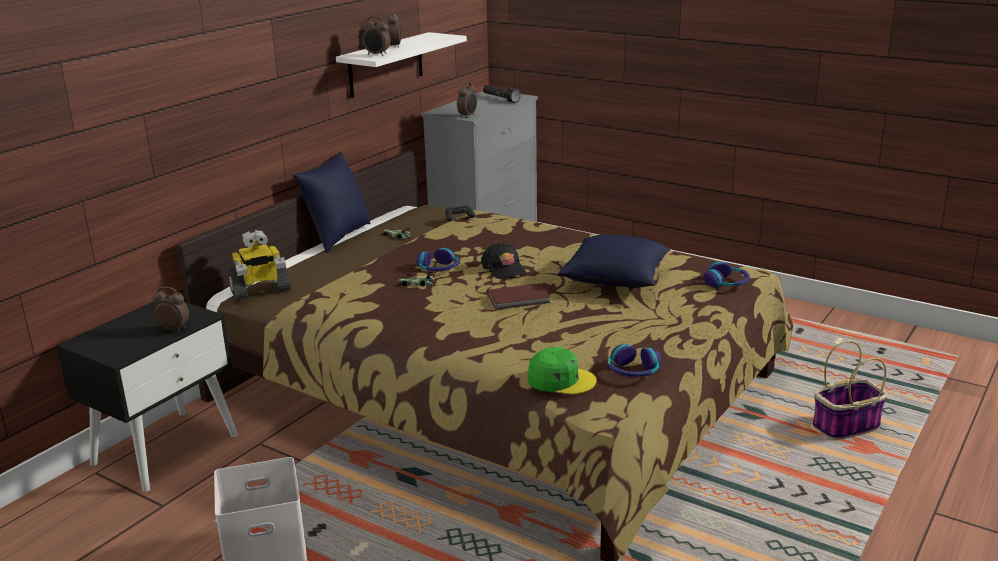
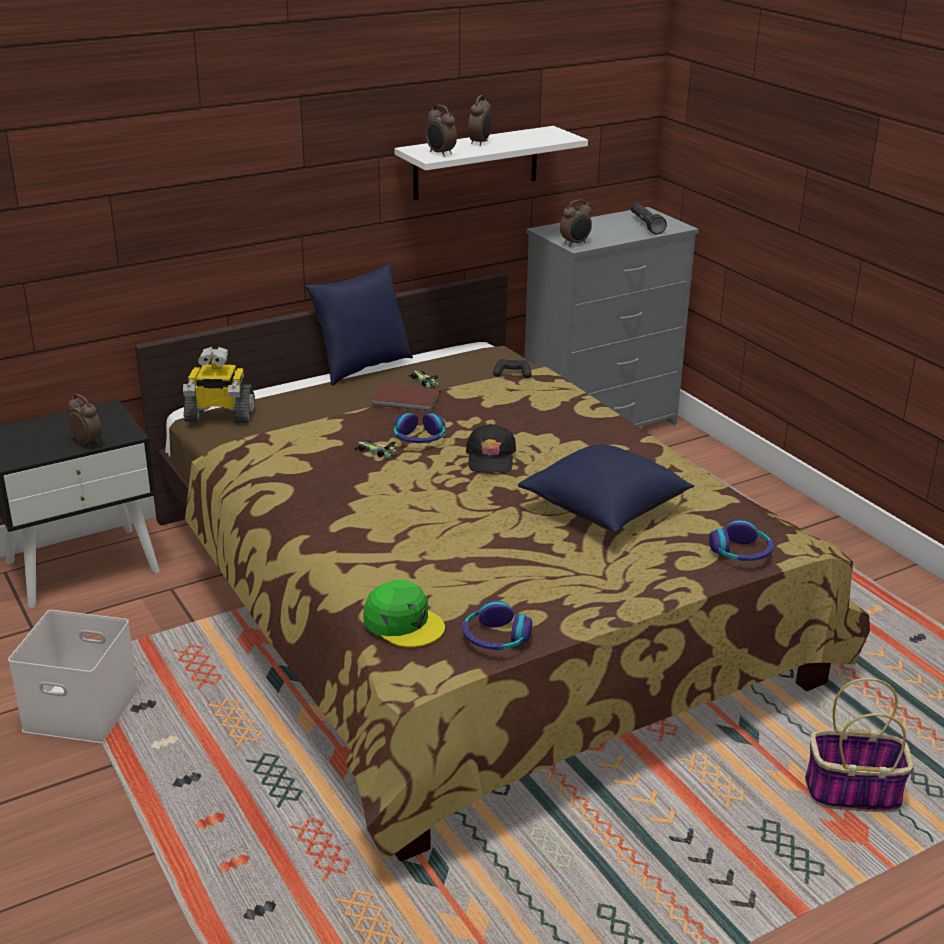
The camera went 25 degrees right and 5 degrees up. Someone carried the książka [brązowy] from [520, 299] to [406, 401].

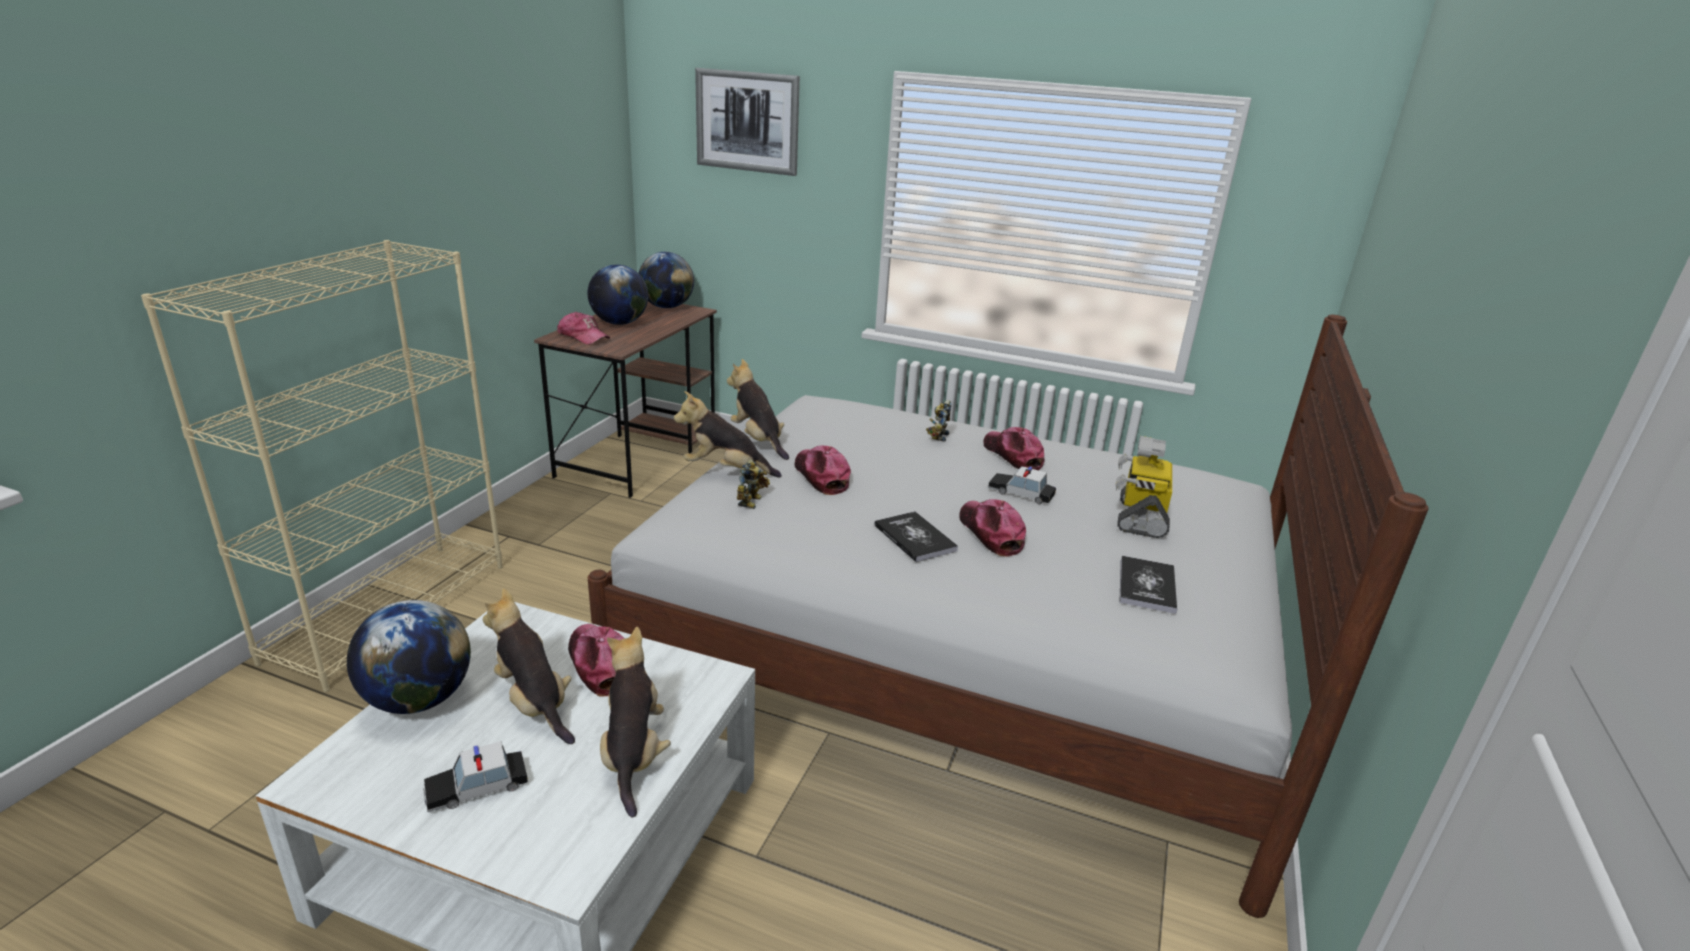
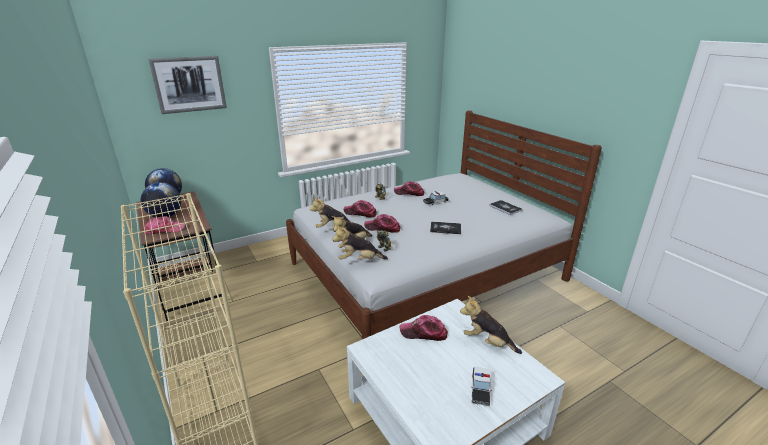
The camera went 50 degrees left and 0 degrees up. Someone took away the robot zabawkowy at [1140, 517]. Someone carried the czapka z daszkiem from [990, 533] to [360, 213]. Someone carried the pluszak from [534, 703] to [359, 260]. Someone took away the globus at [419, 699].

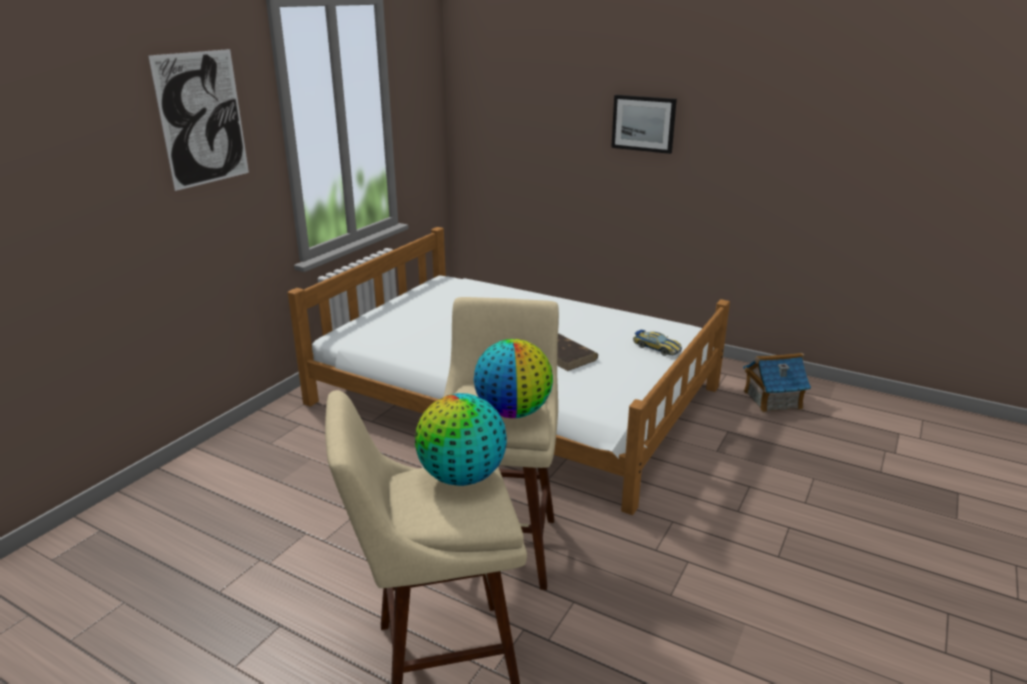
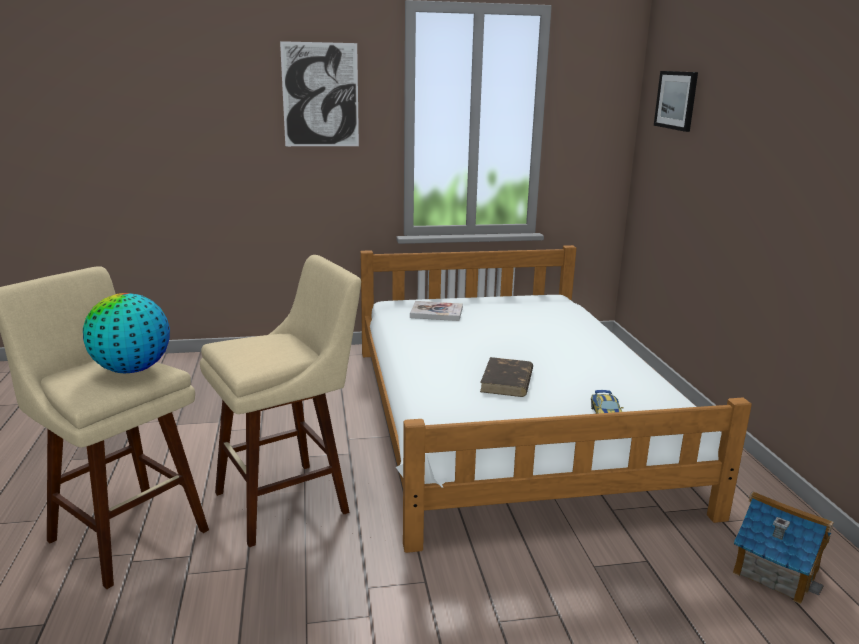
The camera went 50 degrees right and 5 degrees down. Someone carried the obraz from [643, 123] to [676, 100]. Someone took away the globus at [513, 412]. Someone put down the książka at [436, 313].

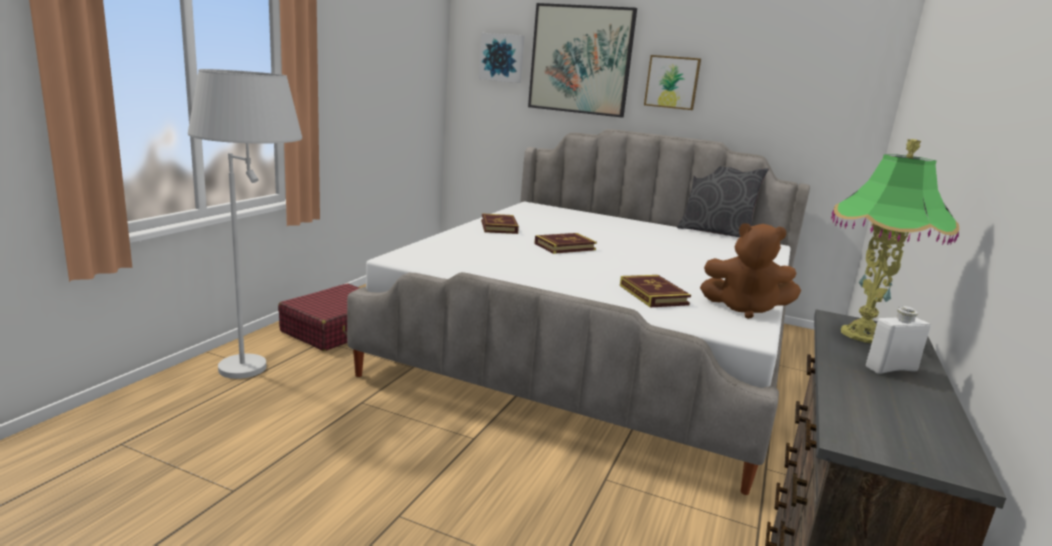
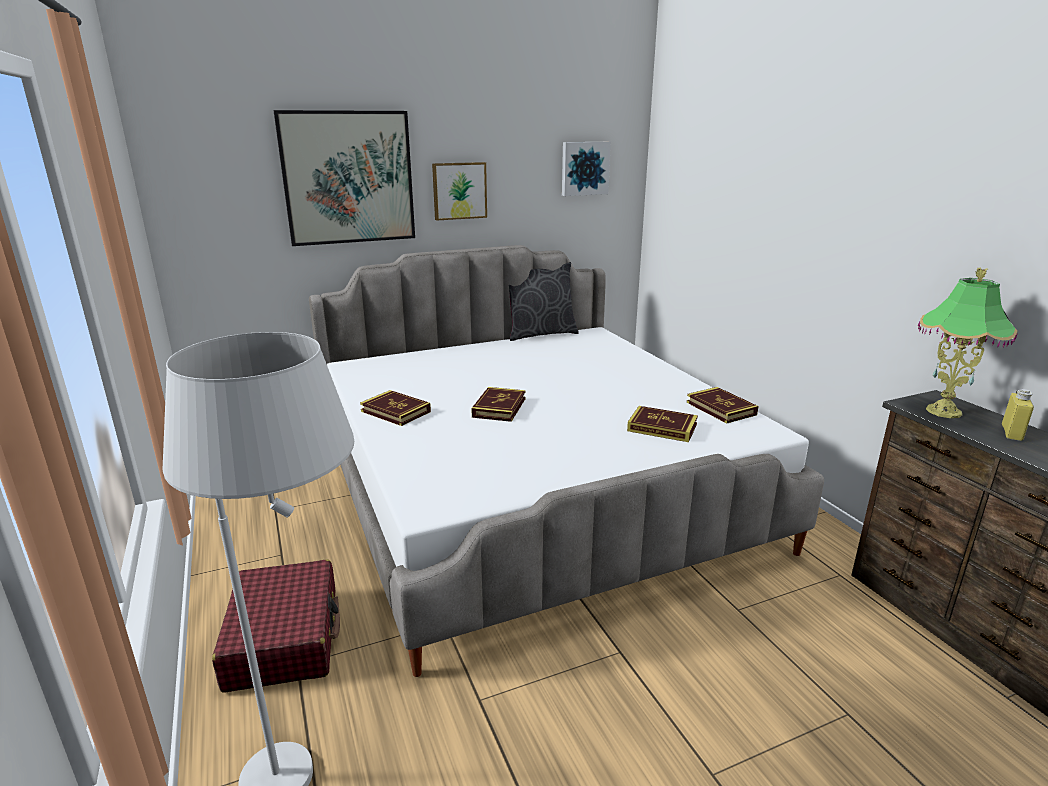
The camera went 45 degrees left and 5 degrees up. Someone carried the obraz from [502, 58] to [584, 168]. Someone swapped the pluszak [brązowy] at [744, 309] for the książka at [721, 408]. Someone repainted the butelka [biały] at [891, 369], which became the butelka [żółty] at [1011, 433].

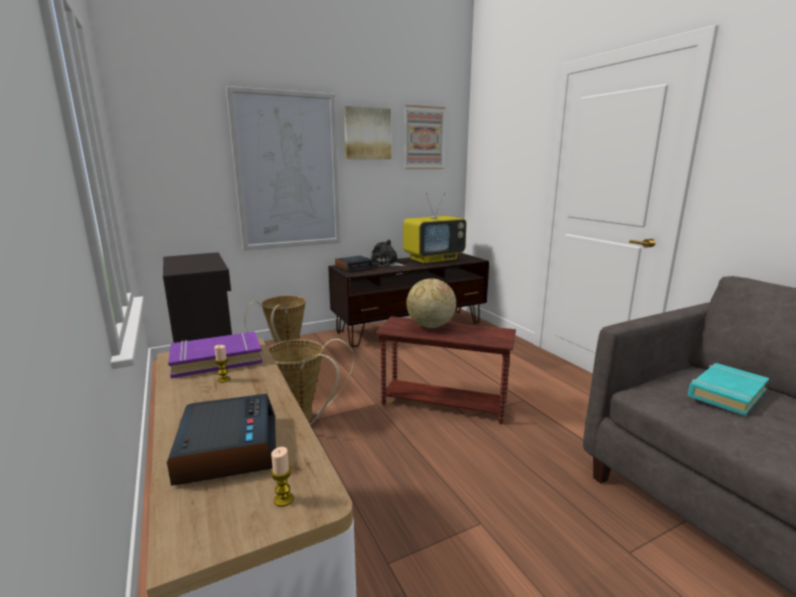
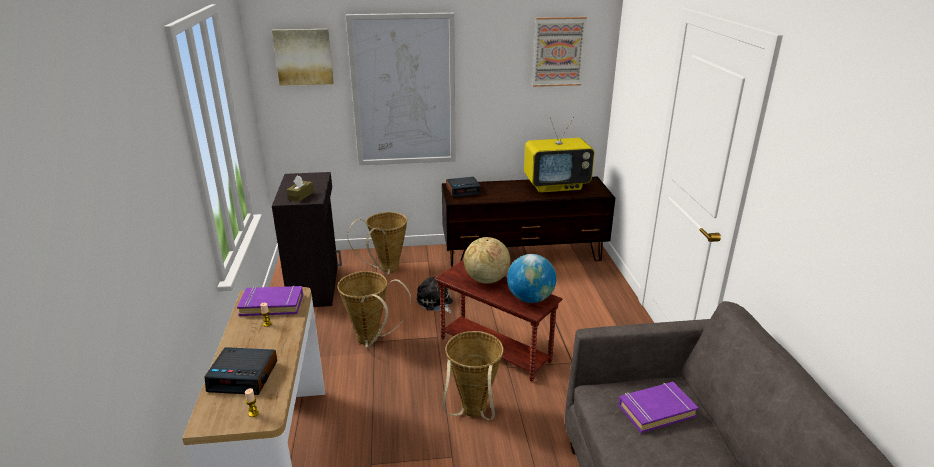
The camera went 20 degrees right and 10 degrees up. Someone carried the obraz from [367, 133] to [303, 56]. Someone carried the pluszak from [387, 263] to [435, 302]. Someone repainted the książka [turkusowy] at [726, 393], which became the książka [fioletowy] at [656, 410]. Someone rotated the budzik at [227, 448] by 90 degrees clockwise. Someone put down the pudełko chusteczek [brązowy] at [301, 196]. Someone put down the globus at [530, 298]. Someone put down the koszyk at [472, 414].

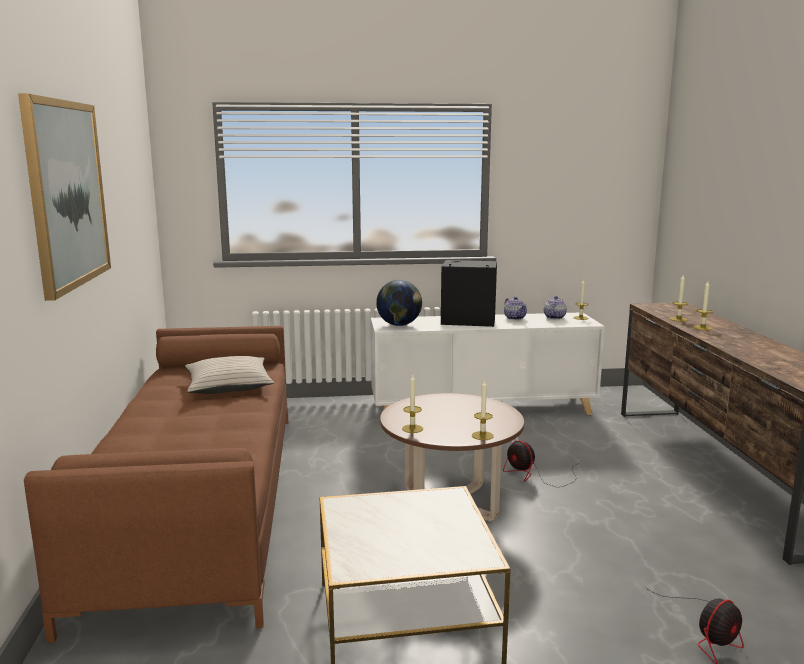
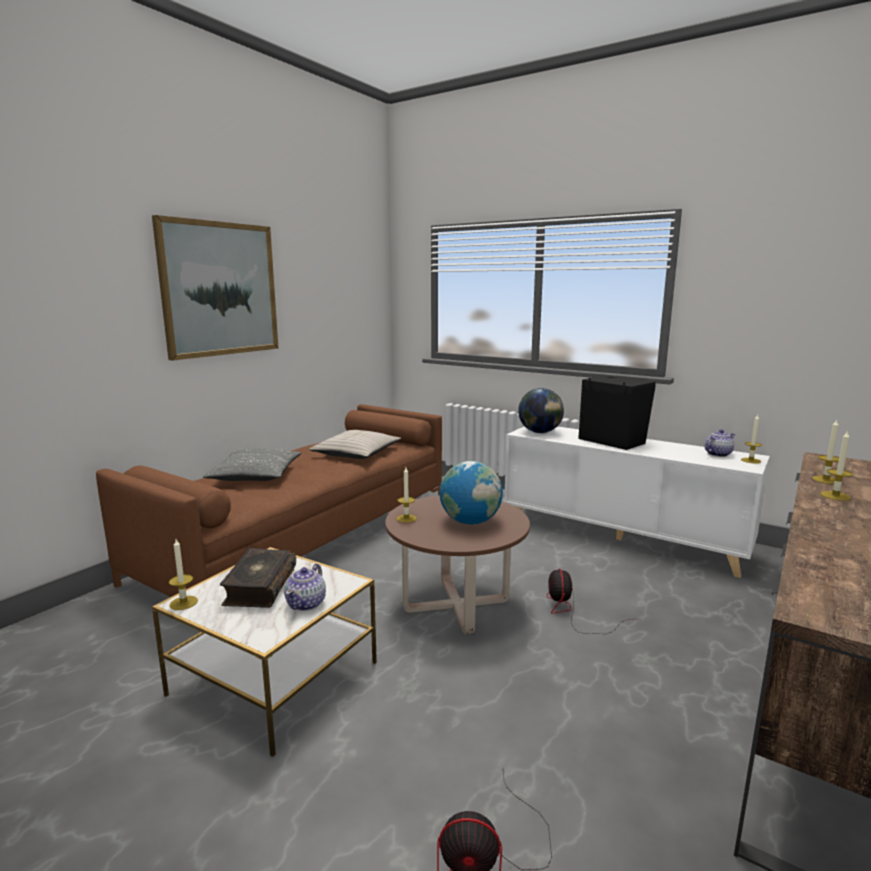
The camera went 40 degrees right and 0 degrees up. Someone carried the imbryk from [515, 318] to [306, 603]. Someone carried the świeca from [482, 435] to [183, 603]. Someone put down the poduszka [szary] at [255, 475]. Someone put down the globus at [470, 521]. Someone put down the książka at [259, 587].

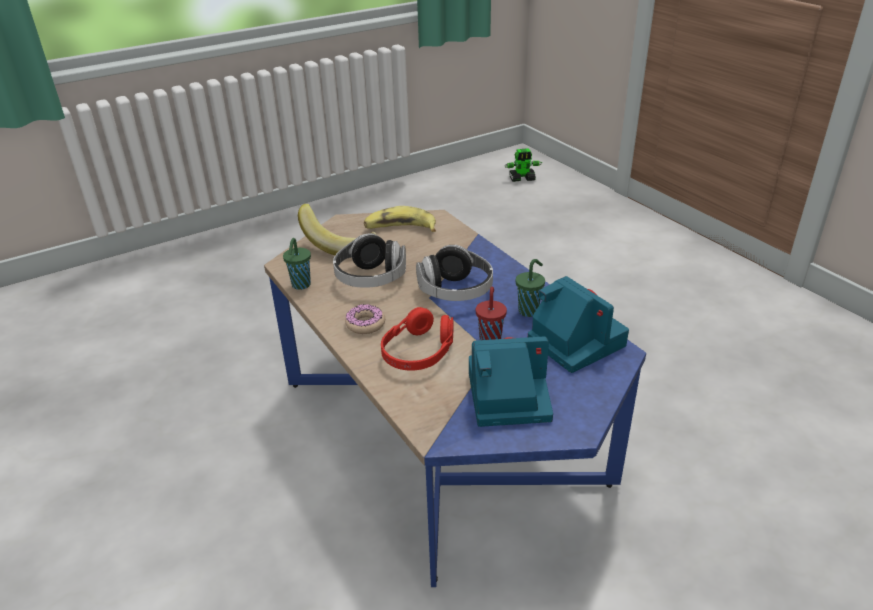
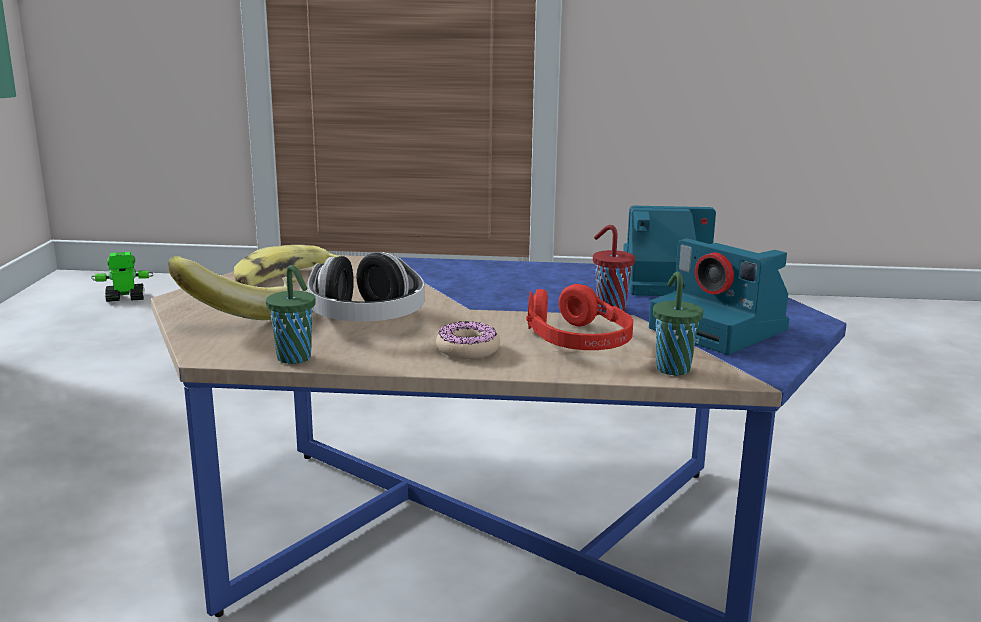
The camera went 55 degrees left and 15 degrees down. Someone rotated the robot zabawkowy at [522, 179] by 135 degrees counterclockwise. Someone took away the słuchawki at [455, 291]. Someone carried the filiżanka [zielony] from [529, 311] to [672, 368]. Someone rotated the aparat fotograficzny at [506, 397] by 75 degrees counterclockwise.

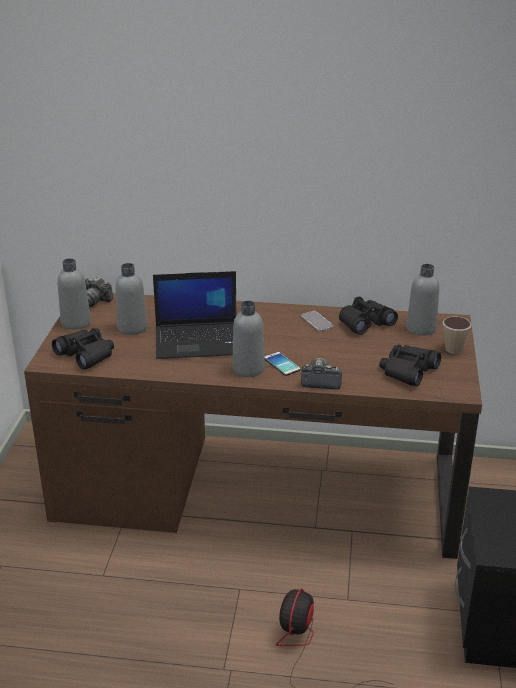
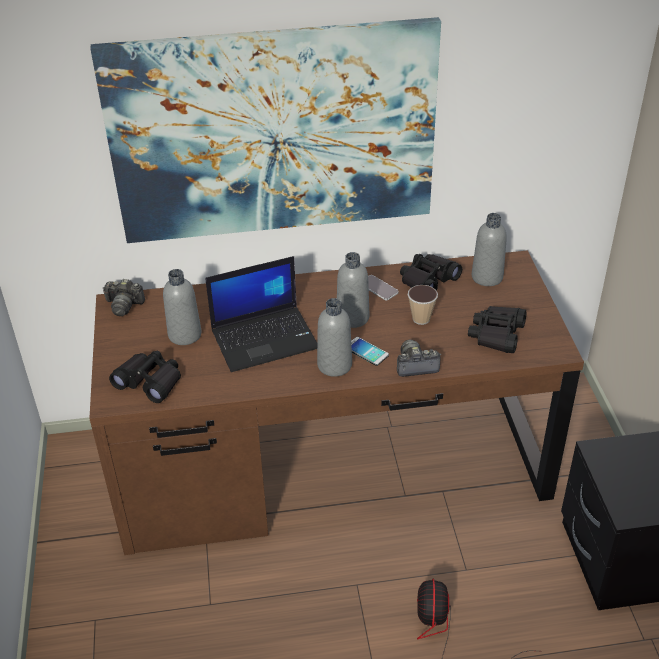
The camera went 15 degrees left and 10 degrees up. Someone carried the butelka [szary] from [76, 323] to [352, 317]. Someone carried the filiżanka from [453, 349] to [421, 319]. Someone put up the obraz at [274, 133].

